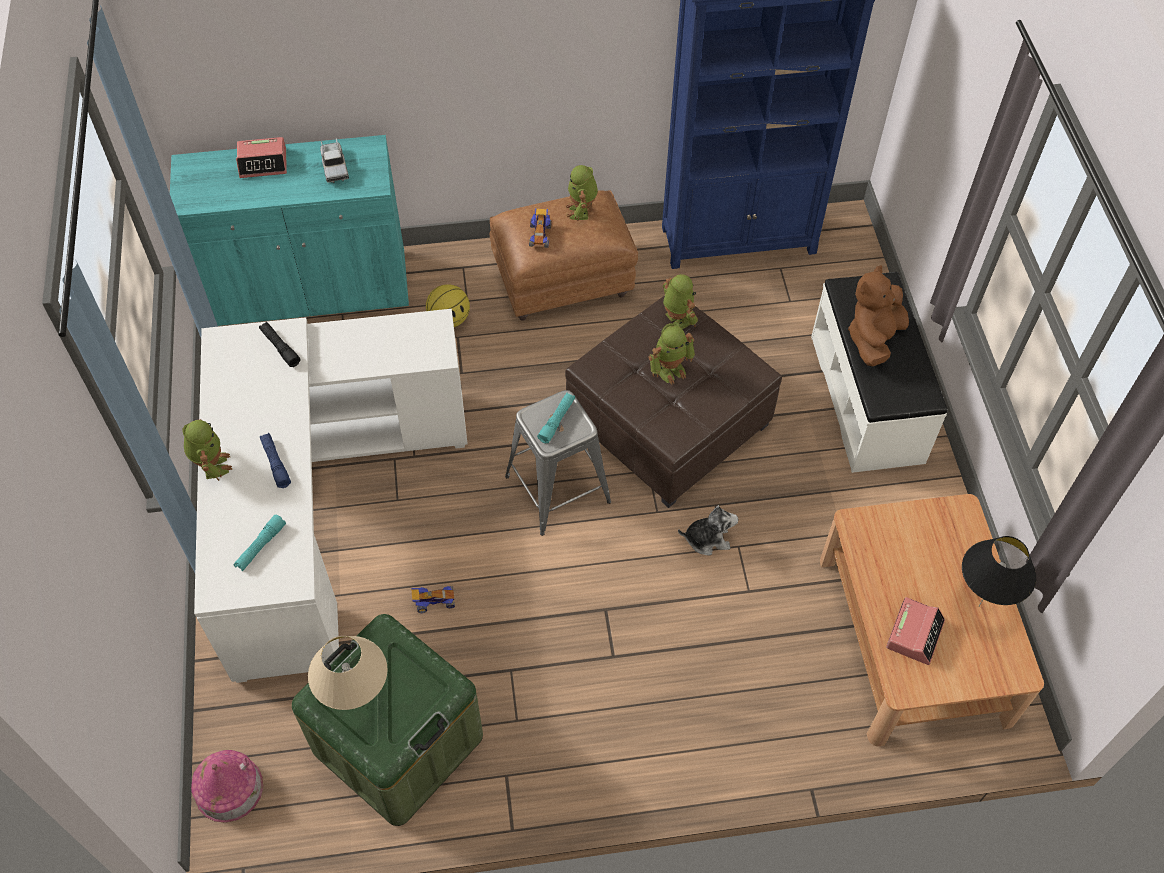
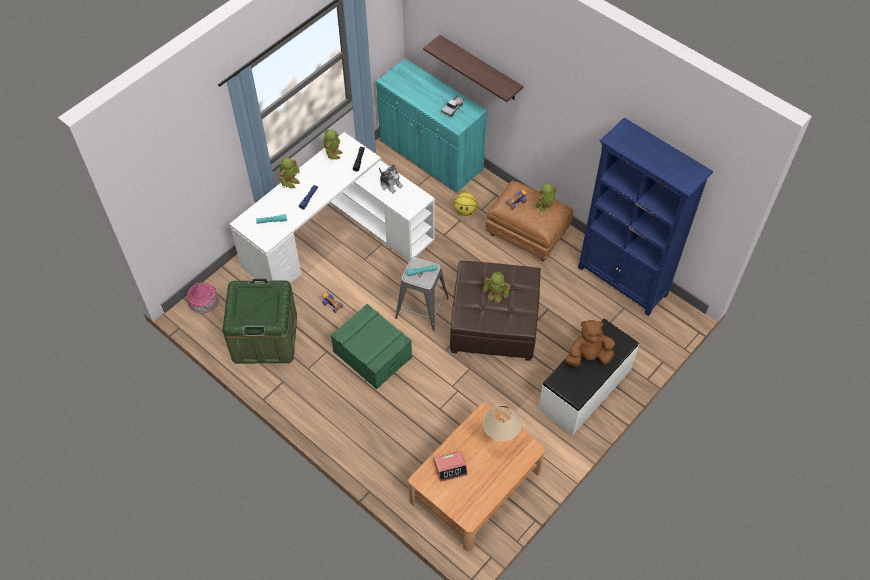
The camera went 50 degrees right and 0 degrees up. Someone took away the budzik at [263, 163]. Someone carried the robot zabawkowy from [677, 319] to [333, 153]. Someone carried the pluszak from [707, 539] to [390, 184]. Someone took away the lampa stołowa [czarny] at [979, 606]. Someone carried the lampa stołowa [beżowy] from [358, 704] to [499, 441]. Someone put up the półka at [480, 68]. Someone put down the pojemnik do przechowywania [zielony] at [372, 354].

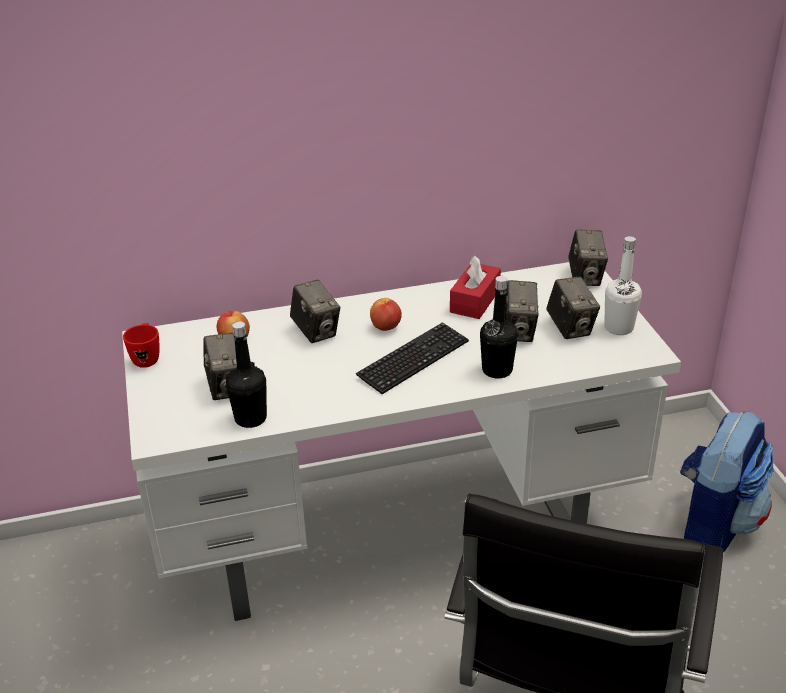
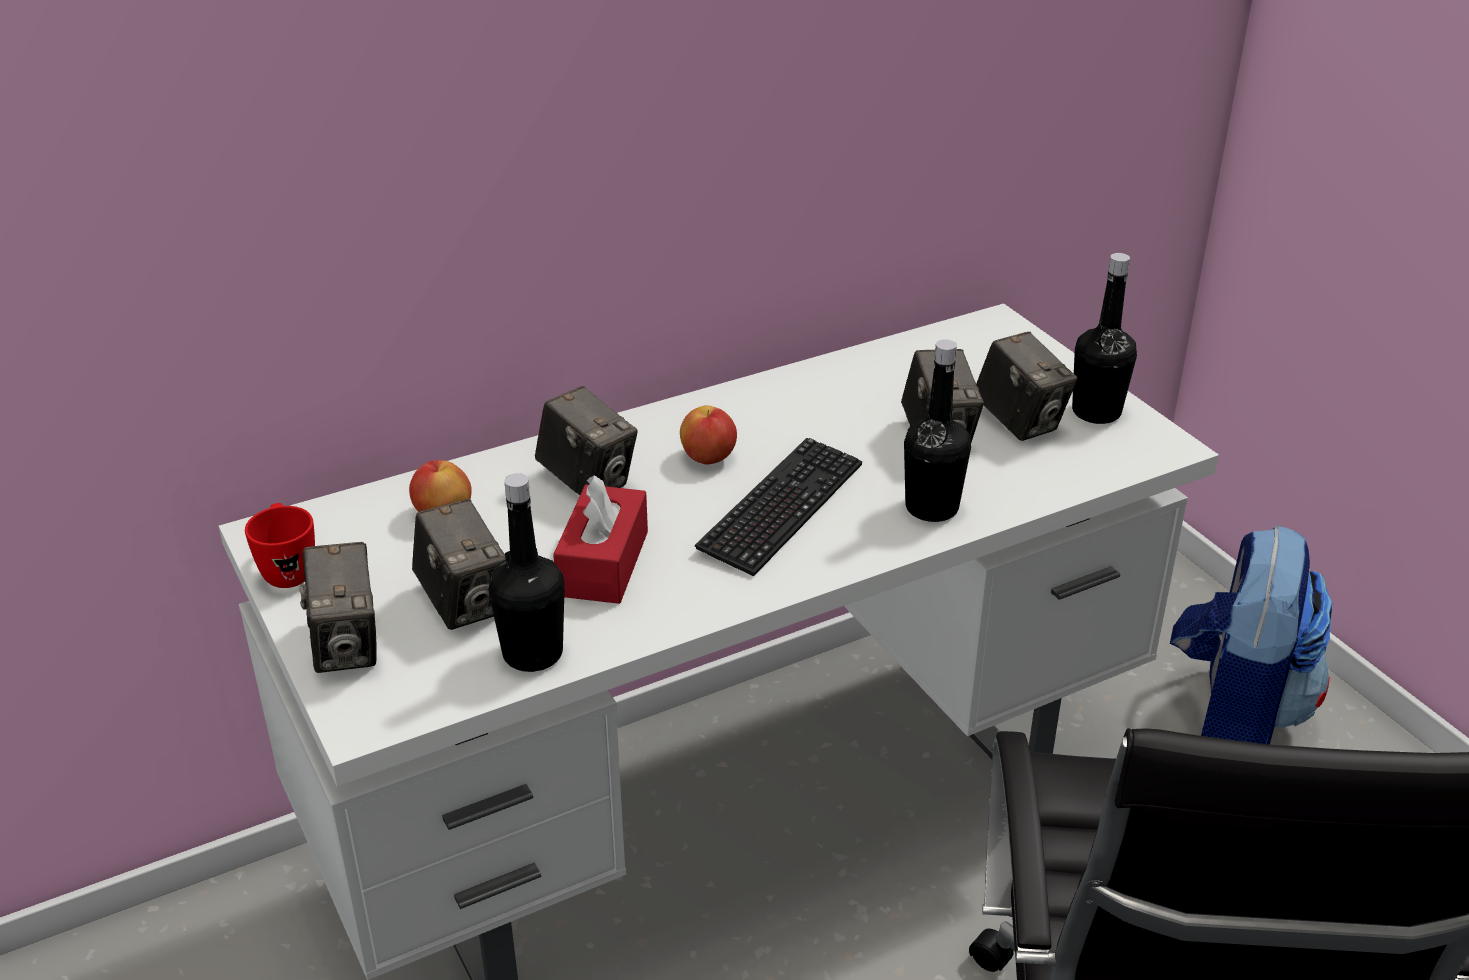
The camera went 15 degrees left and 0 degrees up. Someone carried the aparat fotograficzny from [585, 277] to [347, 646]. Someone repainted the butelka [biały] at [618, 328], which became the butelka [czarny] at [1096, 412]. Someone carried the pudełko chusteczek [czerwony] from [475, 301] to [603, 563].

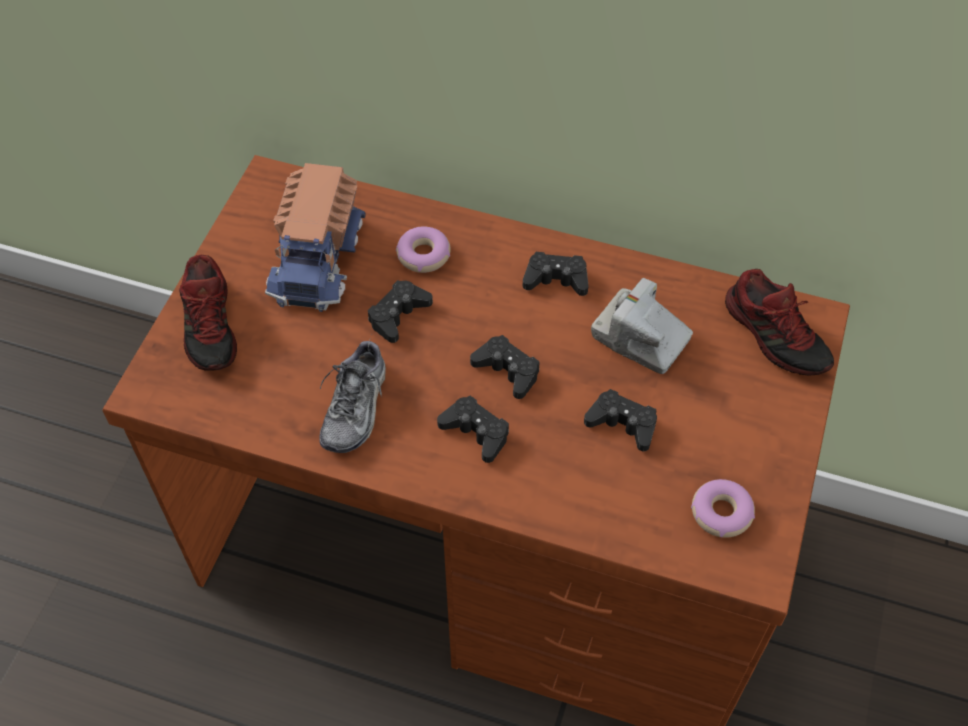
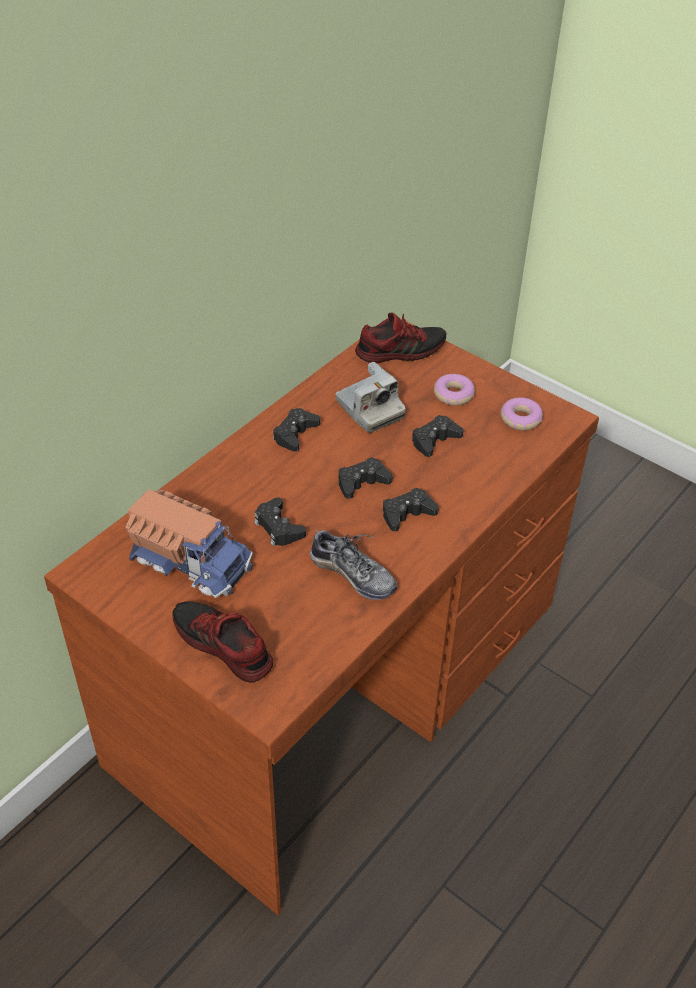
The camera went 70 degrees left and 10 degrees down. Someone carried the donut from [423, 255] to [453, 395]. Someone rotated the but at [212, 326] by 150 degrees counterclockwise. Someone rotated the aparat fotograficzny at [640, 338] by 90 degrees counterclockwise.

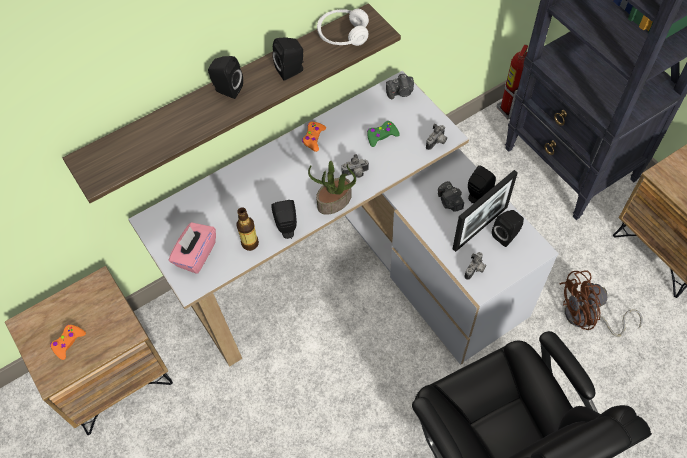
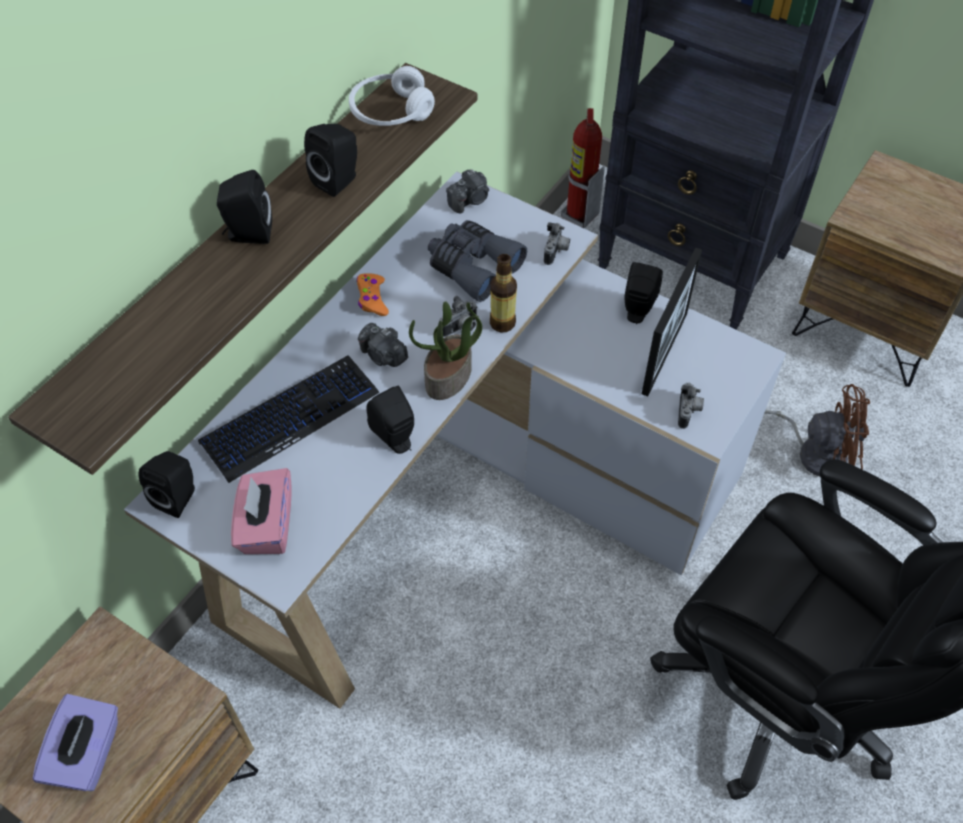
The camera went 25 degrees left and 5 degrees down. Someone swapped the pad do gier [zielony] at [381, 136] for the lornetka [szary] at [472, 266]. Someone carried the aparat fotograficzny from [449, 202] to [383, 356]. Someone carried the butelka from [250, 243] to [502, 323]. Someone carried the głośnik [czarny] from [506, 235] to [179, 497]. Someone rotated the wentylator [brązowy] at [587, 318] by 135 degrees counterclockwise. Someone swapped the pad do gier [pomarańczowy] at [68, 342] for the pudełko chusteczek [fioletowy] at [88, 754]. Someone put down the klawiatura at [290, 418].

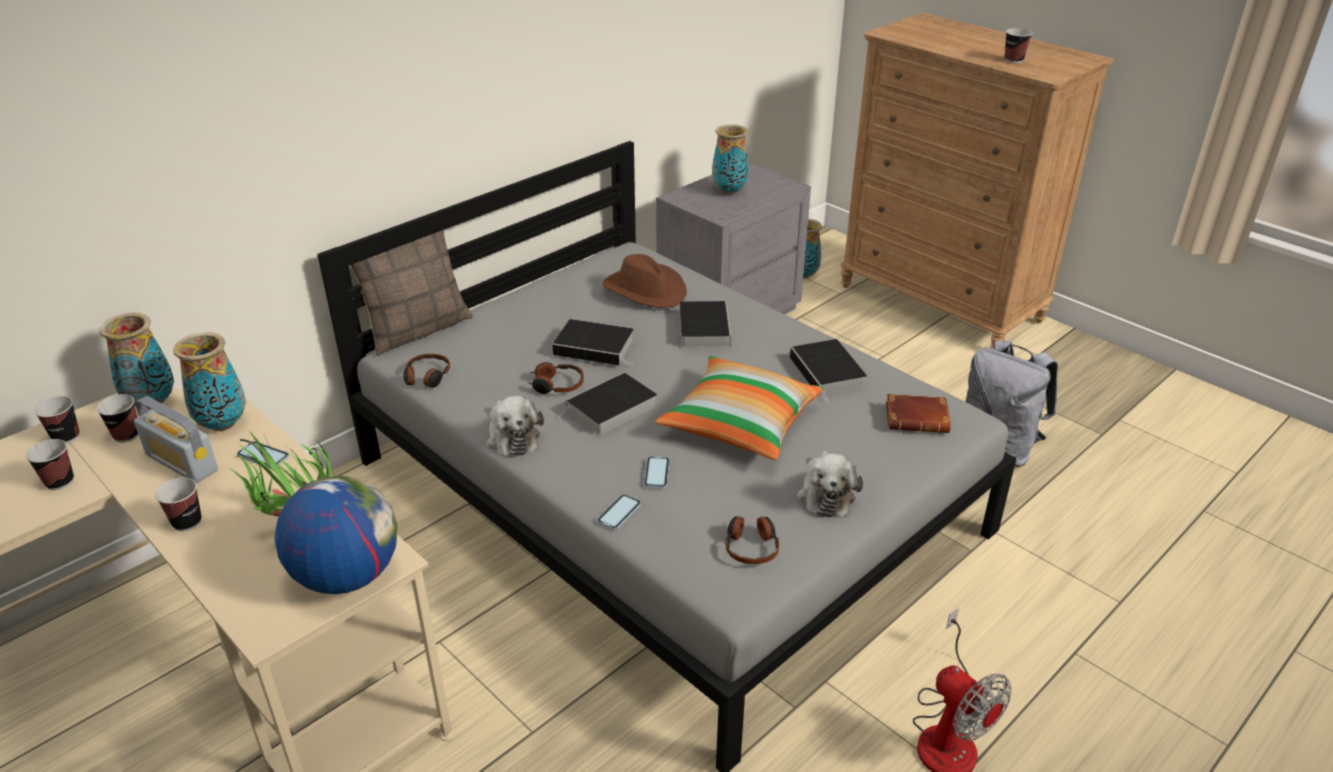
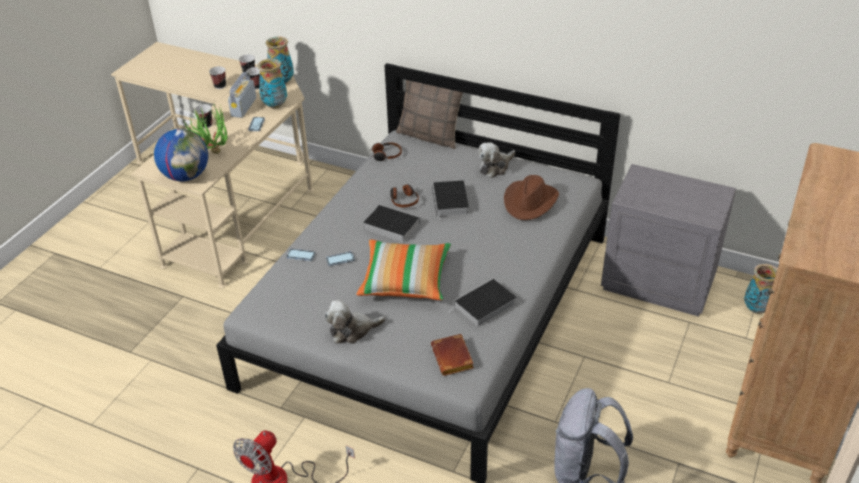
The camera went 70 degrees right and 5 degrees up. Someone took away the filiżanka at [1013, 60]. Someone took away the wazon at [729, 191]. Someone took away the książka at [703, 327]. Someone carried the pluszak from [512, 437] to [495, 167]. Someone took away the słuchawki at [751, 546].

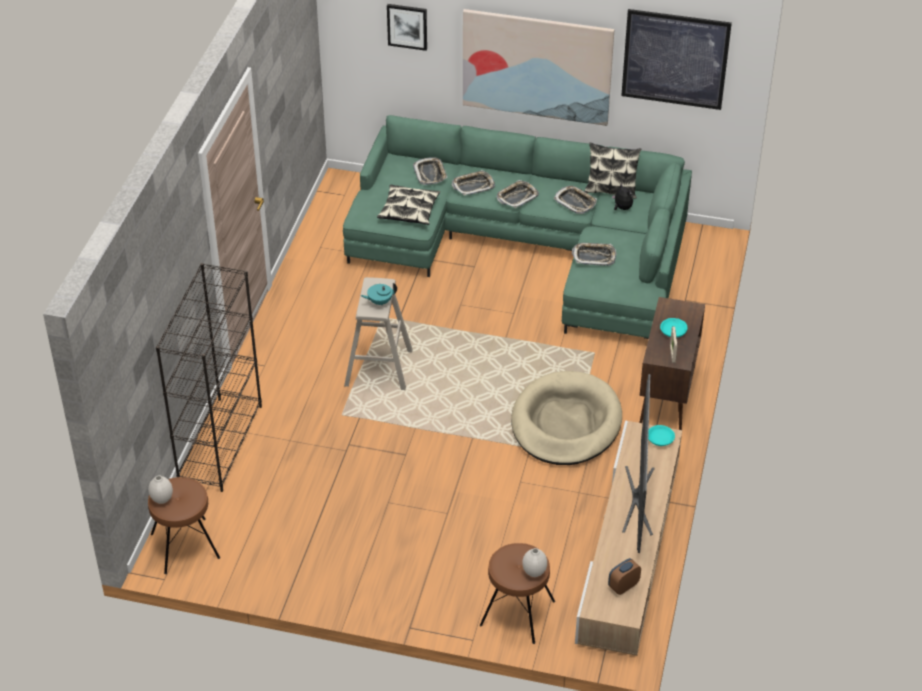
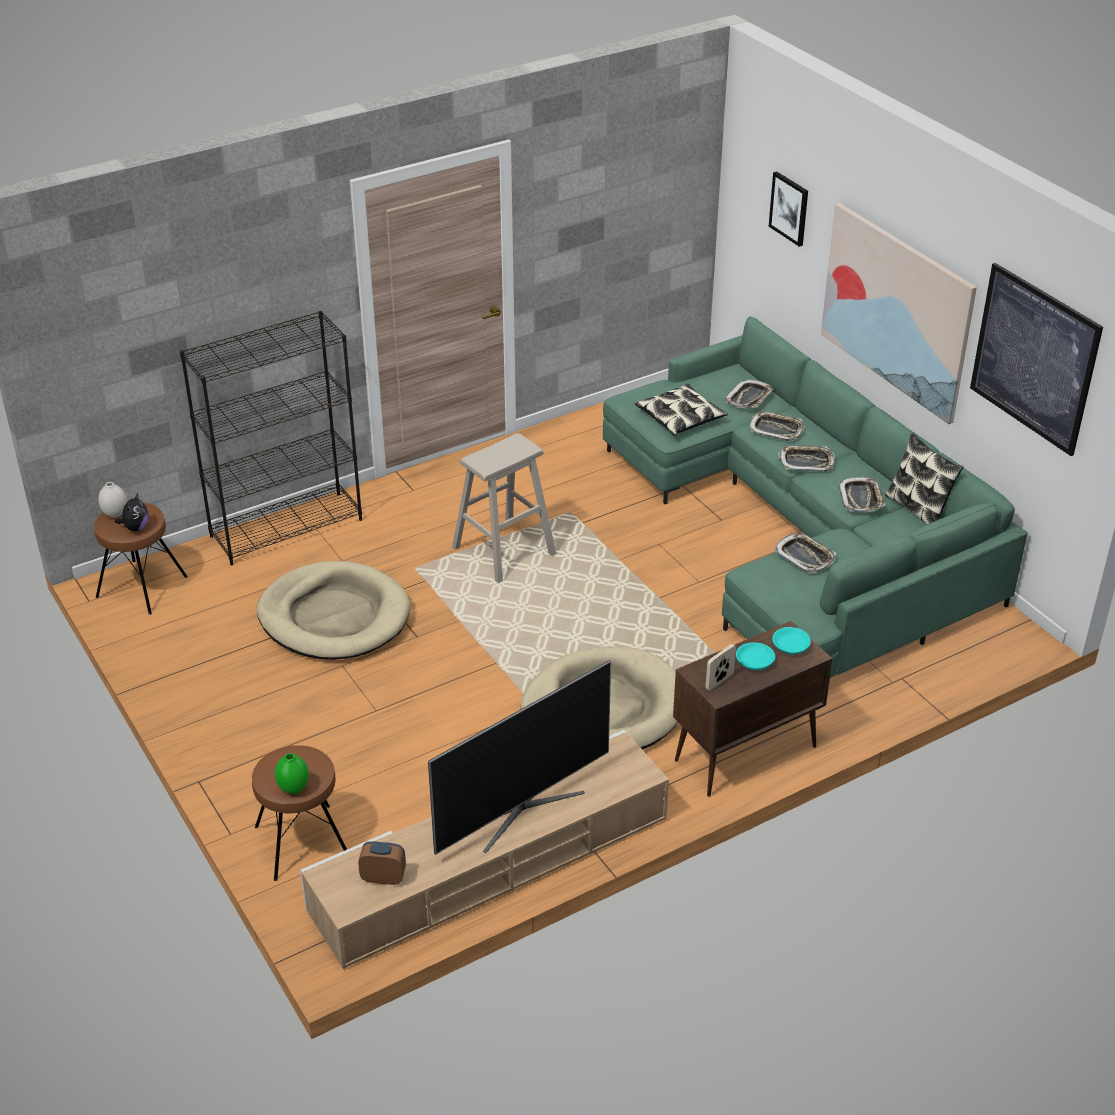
The camera went 45 degrees right and 5 degrees down. Someone carried the pluszak from [622, 208] to [136, 528]. Someone took away the imbryk [turkusowy] at [379, 302]. Someone carried the miska [turkusowy] from [660, 439] to [790, 646]. Someone repainted the wazon [biały] at [534, 573], which became the wazon [zielony] at [293, 789]. Someone put down the legowisko [beżowy] at [334, 617].

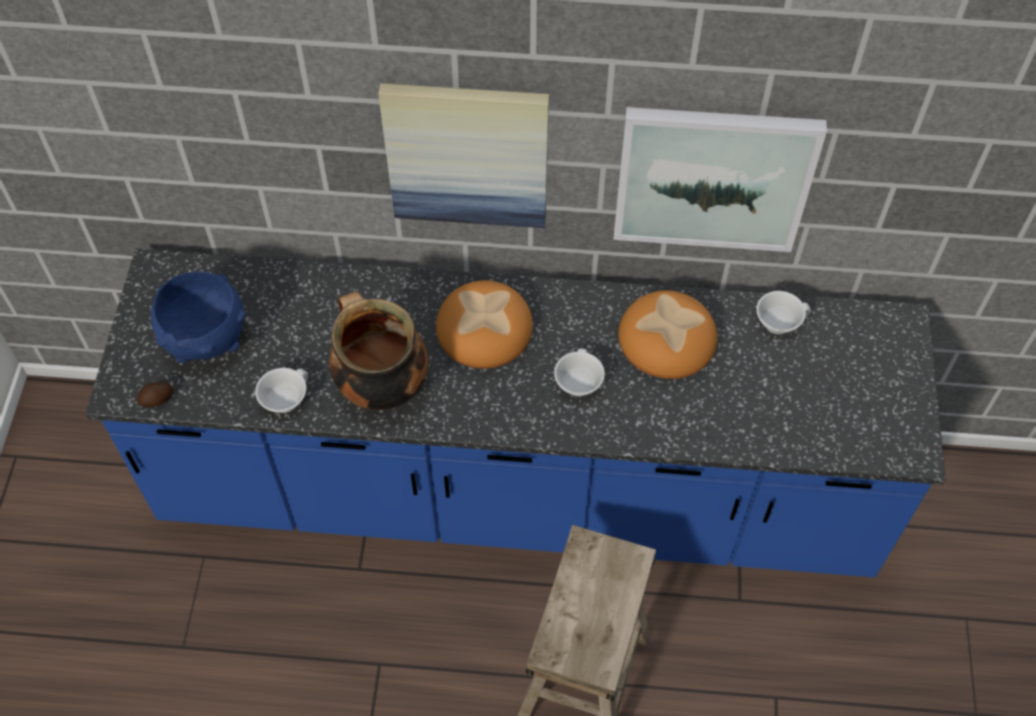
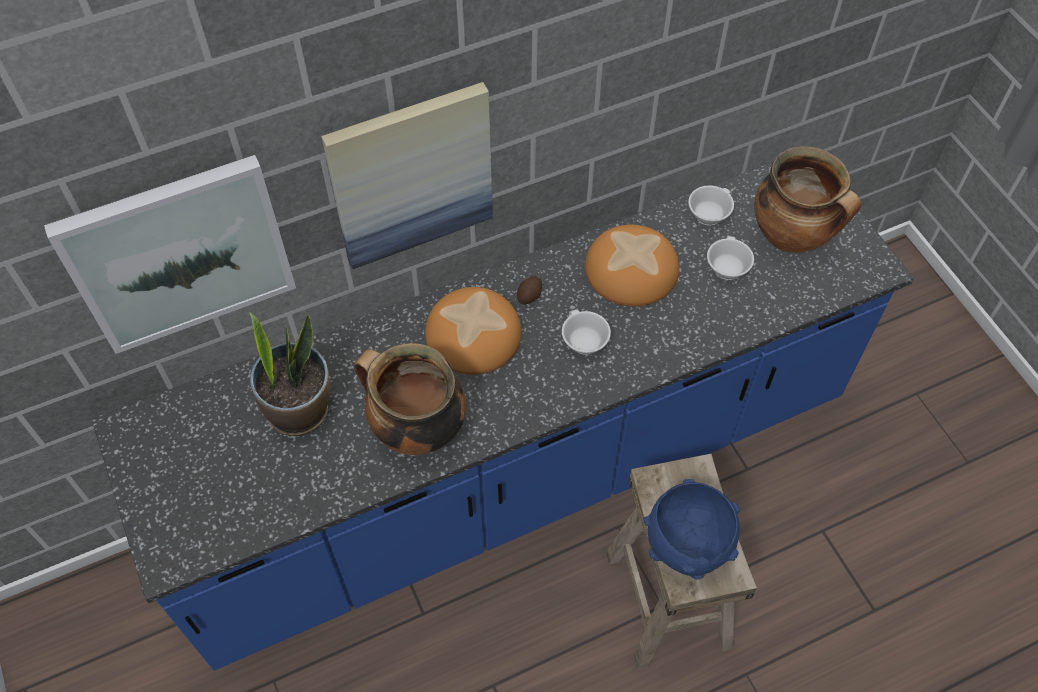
The camera went 30 degrees left and 0 degrees up. Someone carried the obraz from [713, 177] to [179, 253]. Someone carried the miska [niebieski] from [207, 341] to [687, 546]. Someone carried the filiżanka [biały] from [284, 398] to [725, 267]. Someone carried the ziemniak from [157, 399] to [530, 295]. Someone put down the garnek at [792, 237]. Someone put down the roślina doniczkowa at [299, 409].

